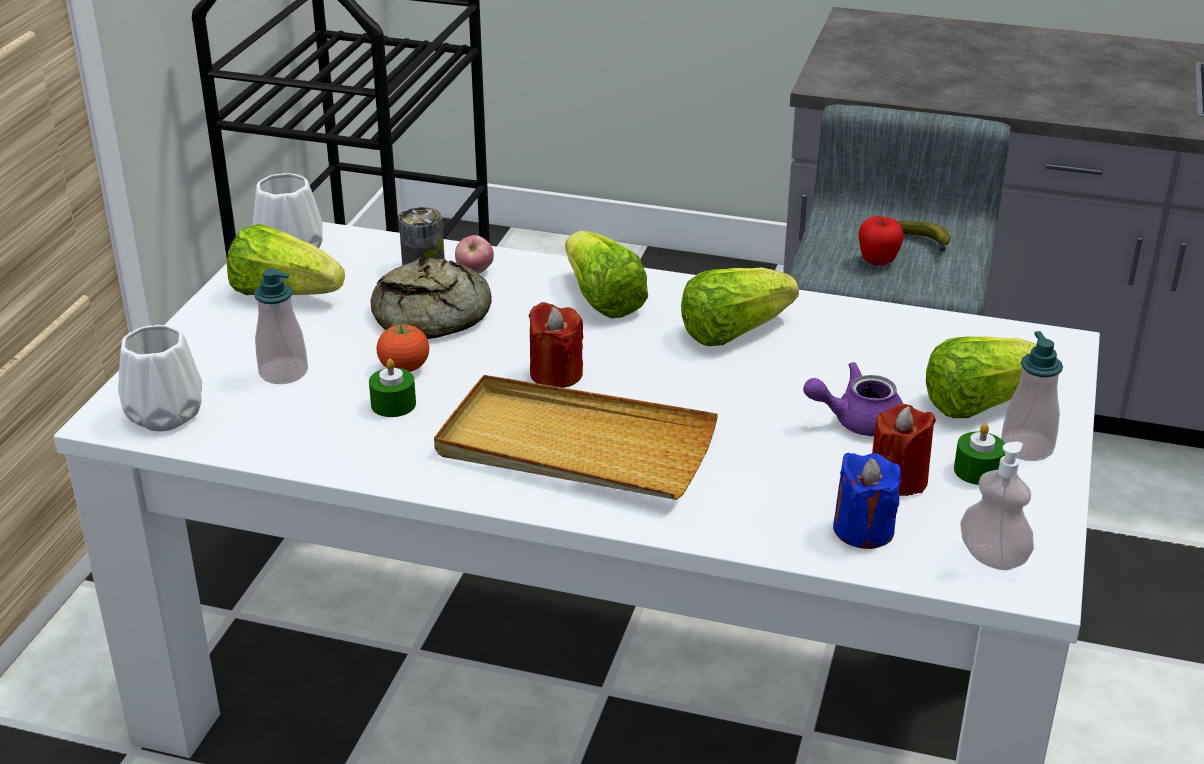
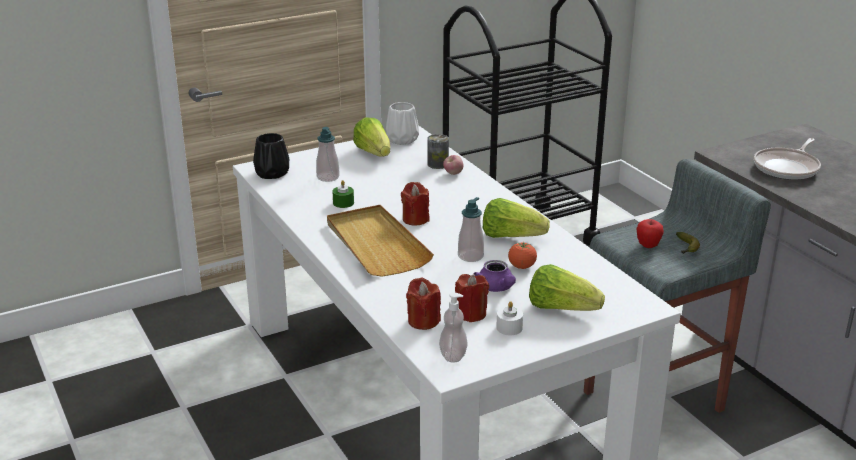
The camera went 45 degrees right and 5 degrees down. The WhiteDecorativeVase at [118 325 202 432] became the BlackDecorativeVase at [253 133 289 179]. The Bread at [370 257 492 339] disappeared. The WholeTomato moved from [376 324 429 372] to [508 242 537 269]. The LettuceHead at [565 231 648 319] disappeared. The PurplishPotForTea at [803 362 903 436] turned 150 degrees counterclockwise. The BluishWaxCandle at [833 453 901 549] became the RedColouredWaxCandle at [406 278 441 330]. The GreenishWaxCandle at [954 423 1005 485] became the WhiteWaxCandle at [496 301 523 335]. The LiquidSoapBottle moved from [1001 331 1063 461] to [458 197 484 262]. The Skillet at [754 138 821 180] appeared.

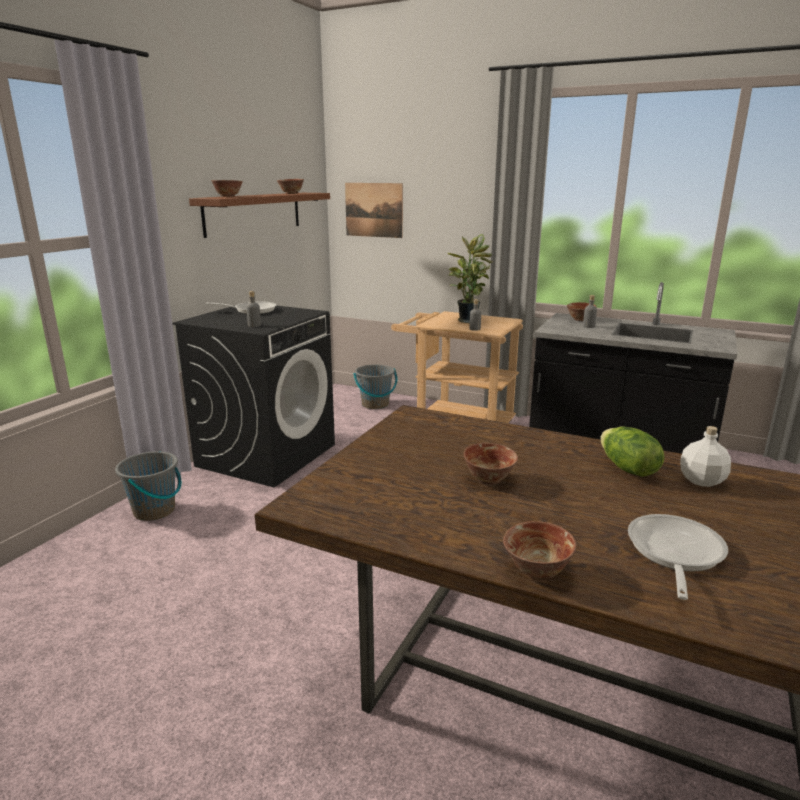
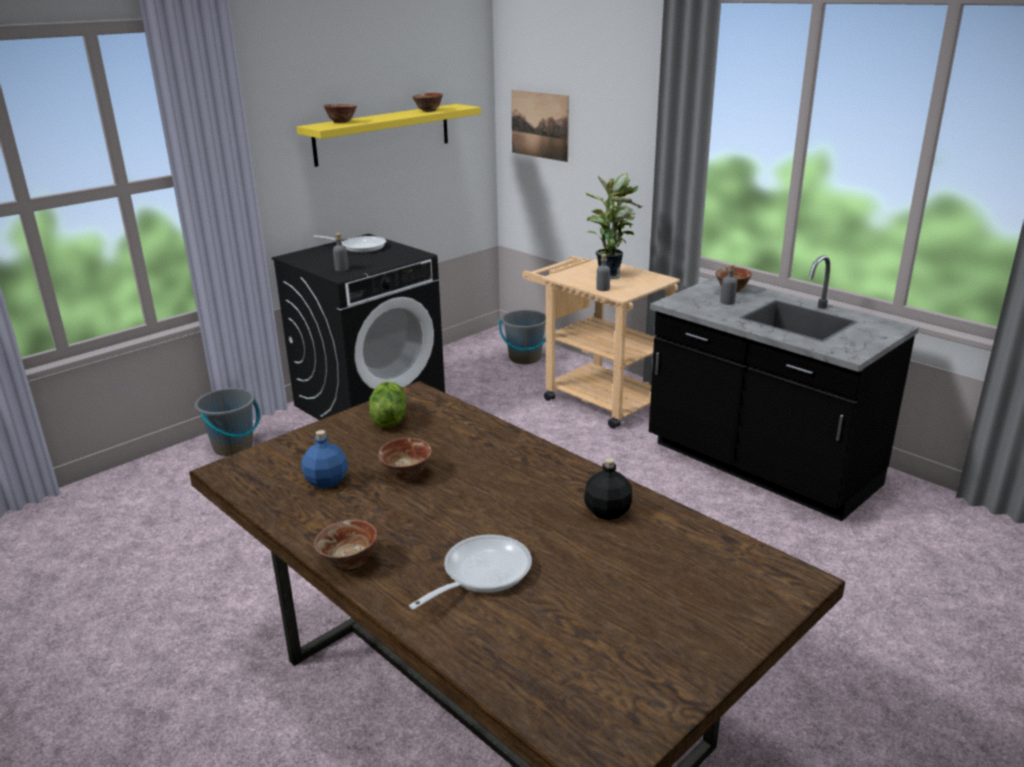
The camera went 20 degrees right and 5 degrees up. The BrownColouredShelf at [189 193 330 238] became the YellowColouredShelf at [297 104 481 167]. The LettuceHead moved from [601 426 665 477] to [369 382 407 427]. The WhiteDrinkBottle at [680 426 731 487] became the BlackDrinkBottle at [584 457 632 520]. The BluishDrinkBottle at [301 430 348 488] appeared.

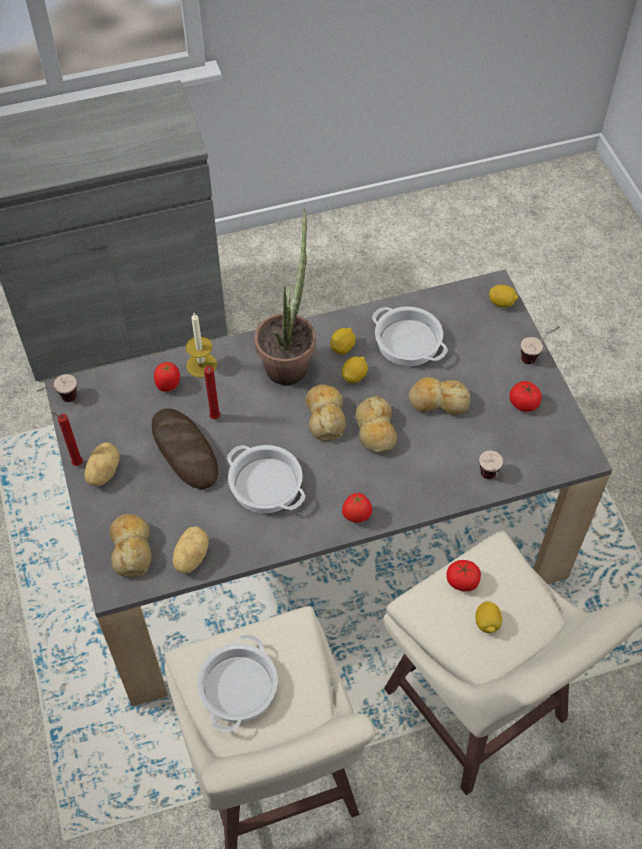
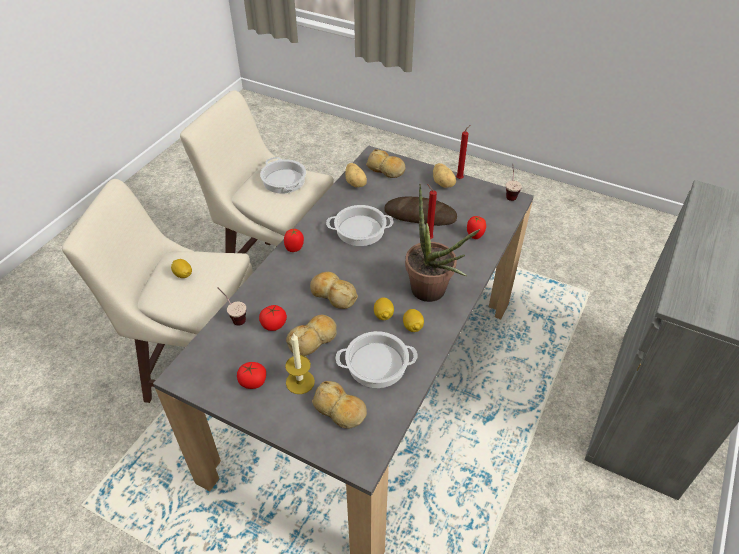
The camera went 135 degrees right and 10 degrees down. The WaxCandle moved from [186 313 217 378] to [285 334 315 394]. The Bread moved from [306 384 346 441] to [312 381 367 429]. The WholeTomato moved from [446 560 481 591] to [259 305 287 331]. The Lemon at [489 285 519 308] disappeared. The SmallCup at [521 326 560 364] disappeared.

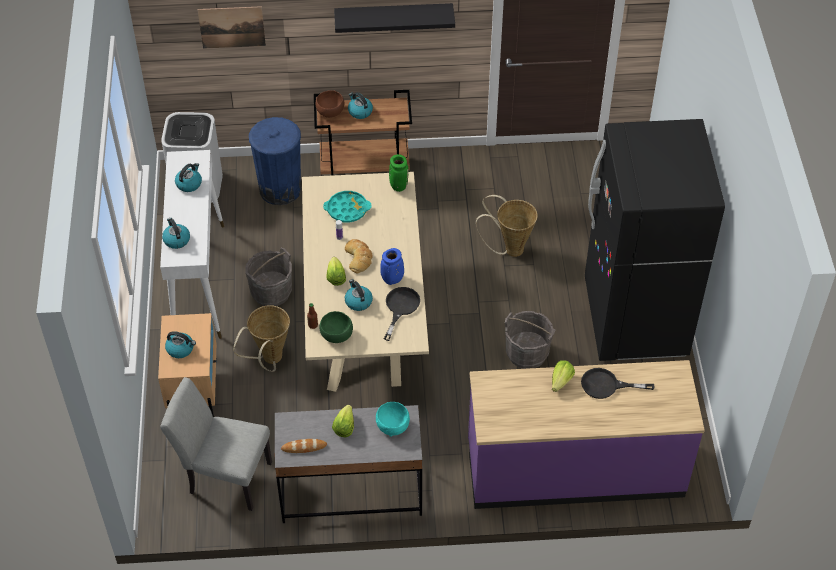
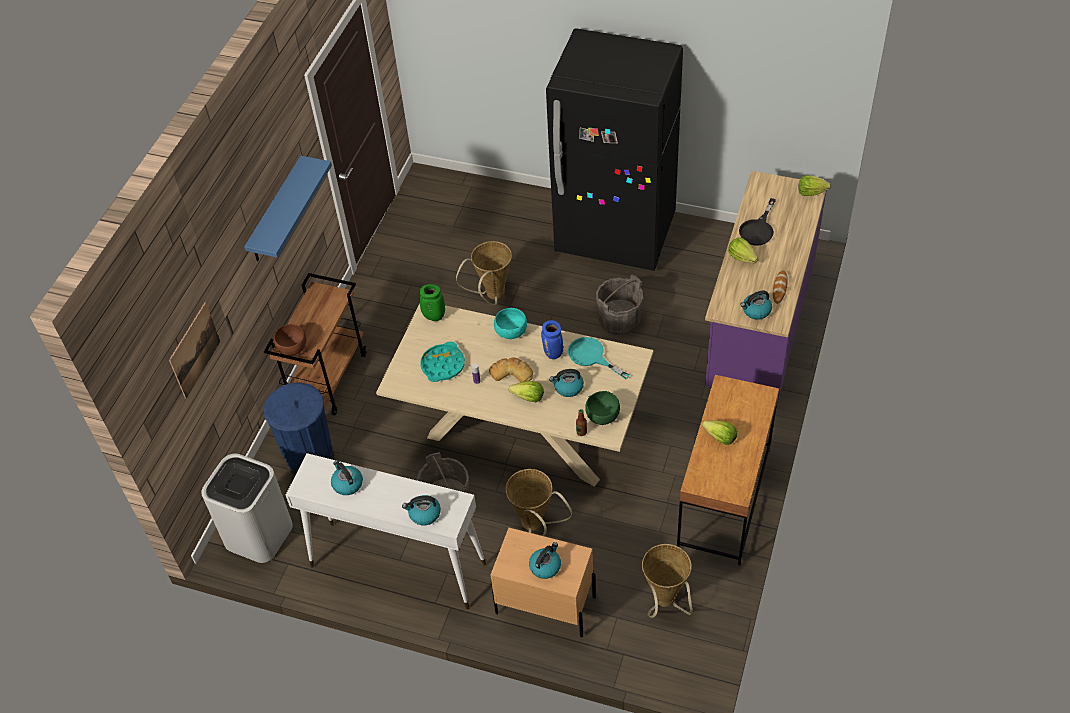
The camera went 65 degrees left and 0 degrees up. The GreyUprightChair at [160 377 272 511] was replaced by the Basket at [642 544 693 618]. The GreyDeskUnit at [275 405 422 523] became the BrownColouredDeskUnit at [677 375 779 566]. The Bread moved from [281 439 327 453] to [773 270 788 304]. The BlackShelf at [334 3 455 33] became the BluishShelf at [244 156 332 261]. The TeaKettle moved from [348 92 373 119] to [740 290 772 320]. The BlueGreenDeepDish moved from [376 402 410 437] to [494 308 527 339]. The BlackSkillet at [384 287 420 341] became the BlueGreenSkillet at [568 337 630 379]. The LettuceHead at [798 175 831 196] appeared.

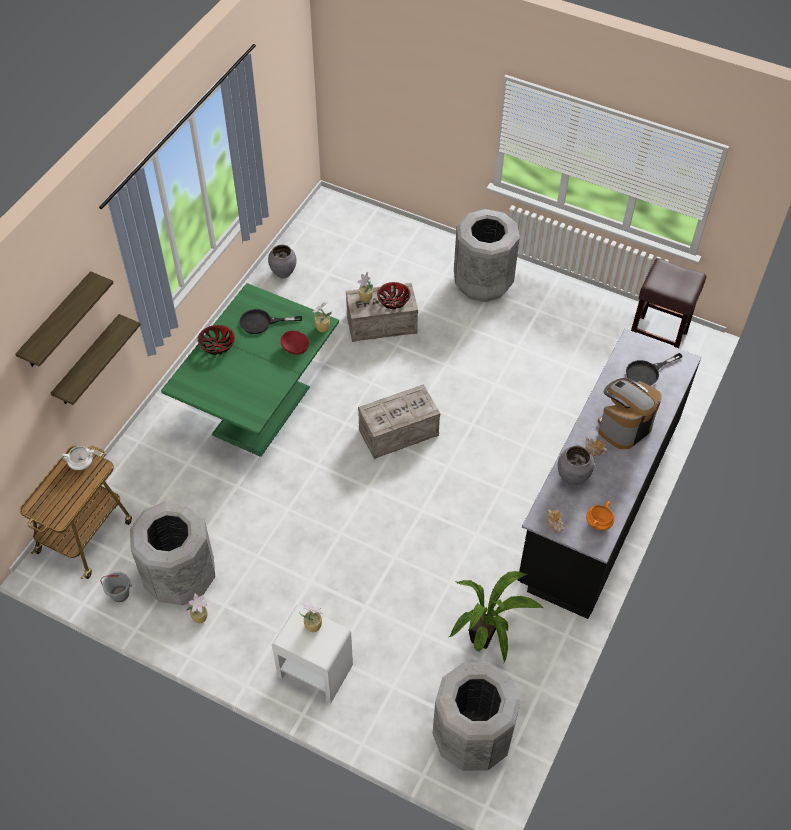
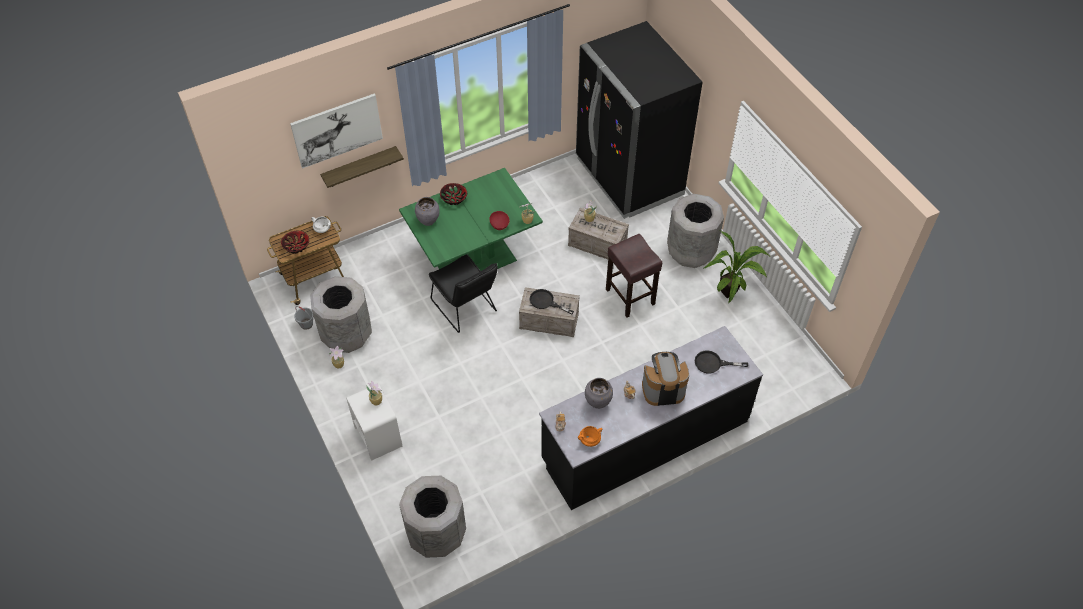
The camera went 35 degrees right and 0 degrees up. The Shelf at [15 271 113 367] was replaced by the WallArt at [290 94 383 169]. The BlackSkillet moved from [240 309 302 334] to [530 289 574 315]. The GreyDecorativeVase moved from [268 244 297 278] to [415 197 440 226]. The DeepDish moved from [377 282 410 309] to [281 231 309 254]. The PottedPlant moved from [449 571 544 662] to [704 231 770 303]. The BrownColouredStoolSeat moved from [631 258 707 348] to [606 234 662 317]. The BlackUprightChair at [429 254 498 333] appeared. The BlackKitchenFridge at [576 21 702 219] appeared.

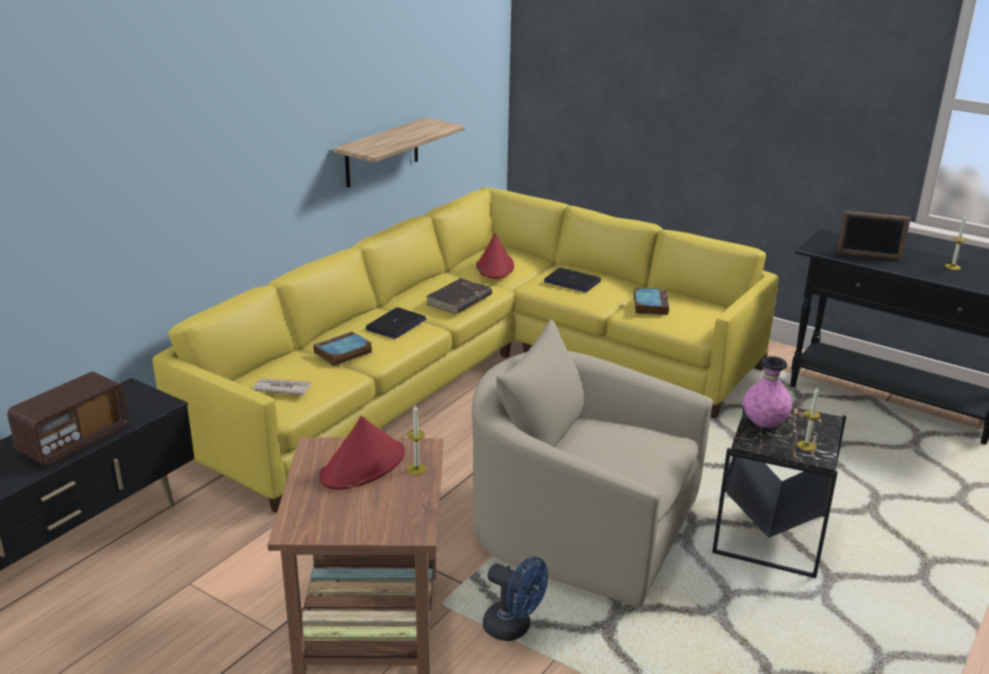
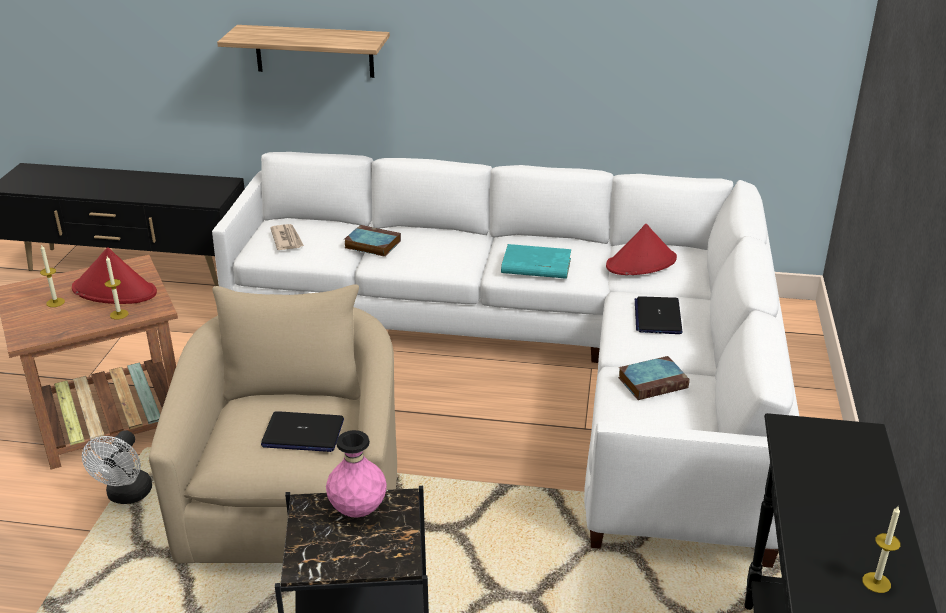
The camera went 65 degrees right and 5 degrees up. The RadioSet at [7 371 129 466] disappeared. The YellowColouredCouch at [153 187 779 513] became the WhiteCouch at [212 152 799 568]. The Shelf moved from [333 118 465 188] to [217 25 390 78]. The Laptop moved from [365 307 427 339] to [261 411 344 452]. The BrownColouredBook at [426 278 492 314] became the BlueGreenBook at [501 244 571 279]. The BluishElectricFan at [483 557 548 641] became the WhiteElectricFan at [82 430 152 504]. The WaxCandle moved from [797 387 820 451] to [40 244 65 307]. The StandingFrame at [837 211 911 260] disappeared.

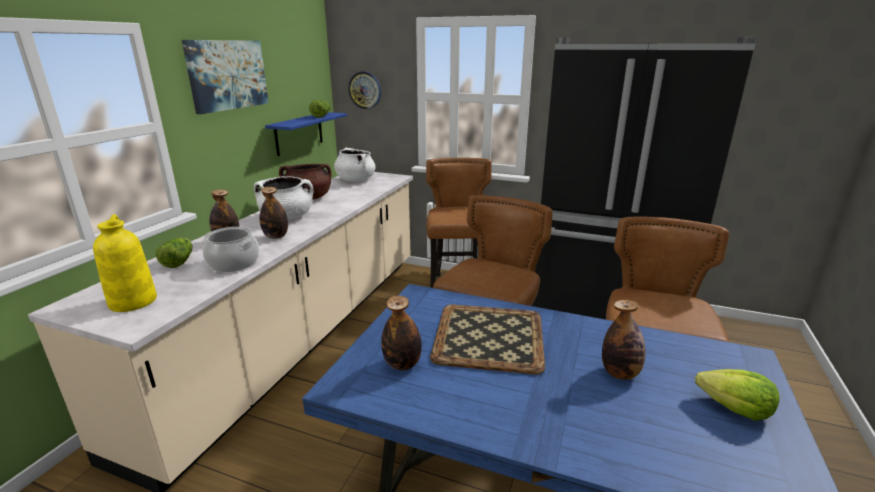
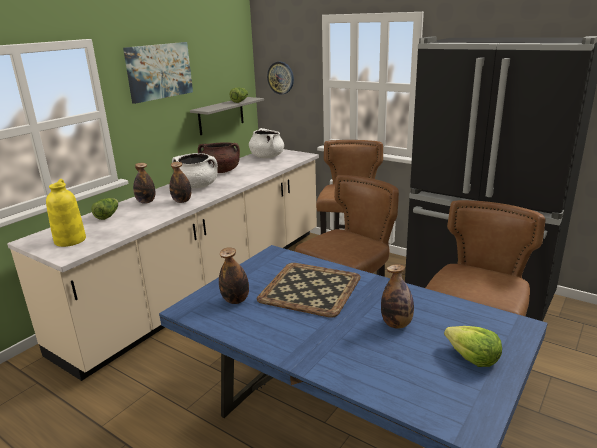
The camera went 15 degrees right and 0 degrees up. The Saucepot at [203 227 259 272] disappeared. The BluishShelf at [265 112 347 156] became the GreyShelf at [190 97 264 135].

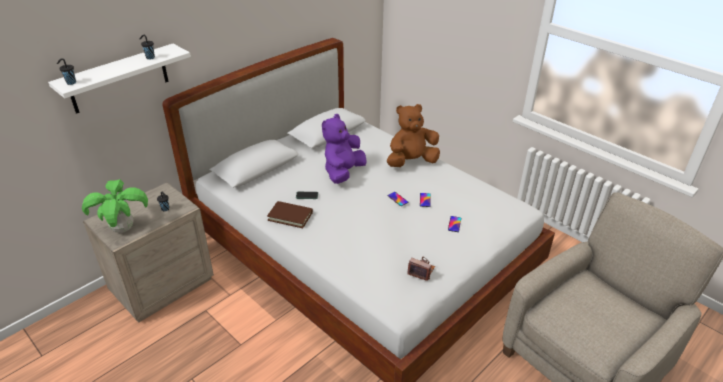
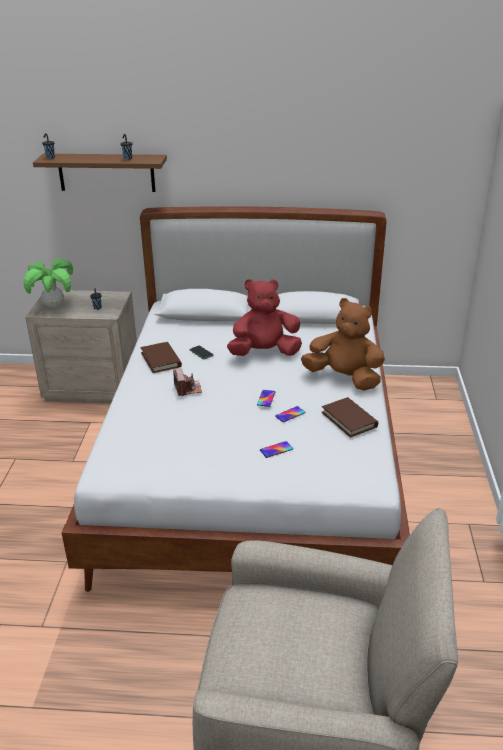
The camera went 50 degrees right and 5 degrees down. The WhiteShelf at [48 44 191 114] became the BrownColouredShelf at [33 154 167 192]. The PurplishPlushToy at [322 114 367 184] became the RedColouredPlushToy at [227 279 302 356]. The PhotoCamera moved from [407 256 435 281] to [173 368 202 396]. The BrownColouredBook at [321 397 378 438] appeared.

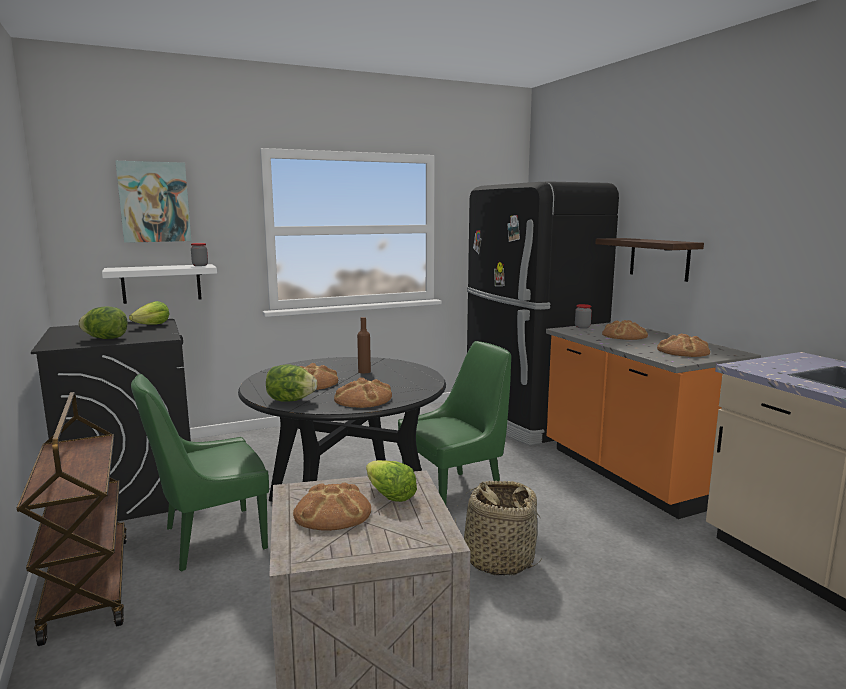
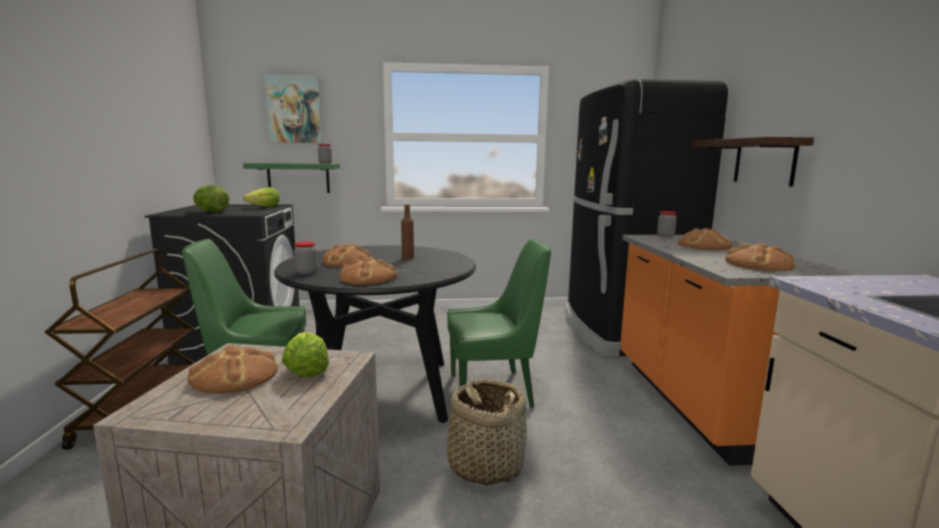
The camera went 20 degrees right and 0 degrees up. The WhiteShelf at [102 264 217 304] became the GreenishShelf at [243 163 340 193]. The LettuceHead at [266 364 317 402] was replaced by the StorageJar at [294 241 317 274].

